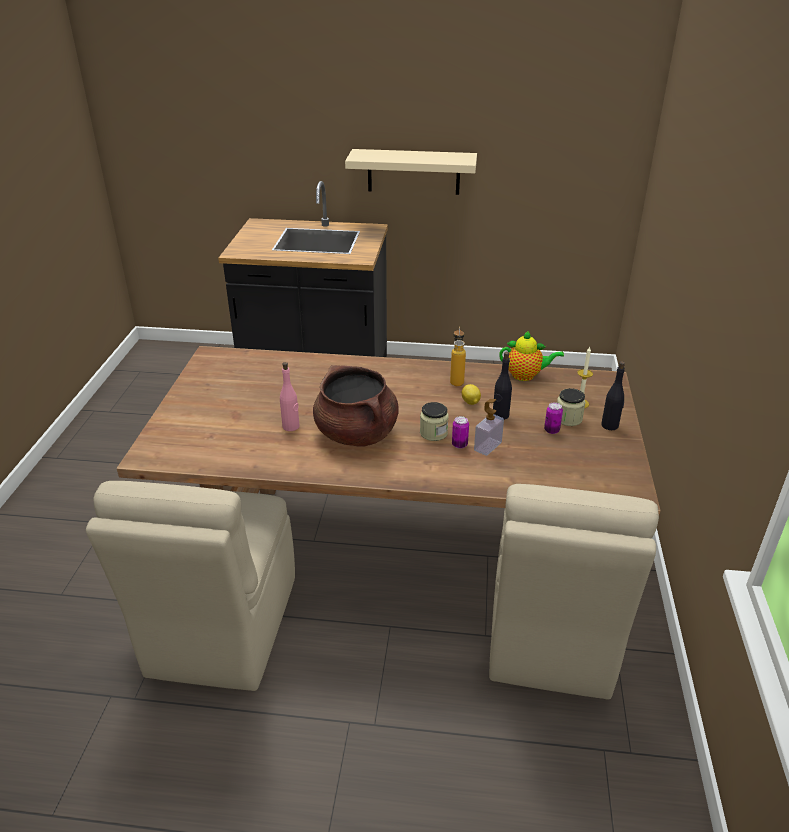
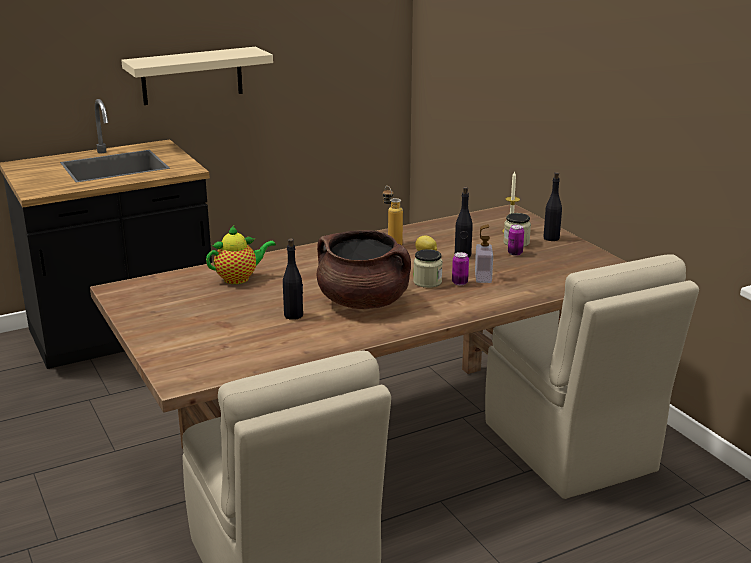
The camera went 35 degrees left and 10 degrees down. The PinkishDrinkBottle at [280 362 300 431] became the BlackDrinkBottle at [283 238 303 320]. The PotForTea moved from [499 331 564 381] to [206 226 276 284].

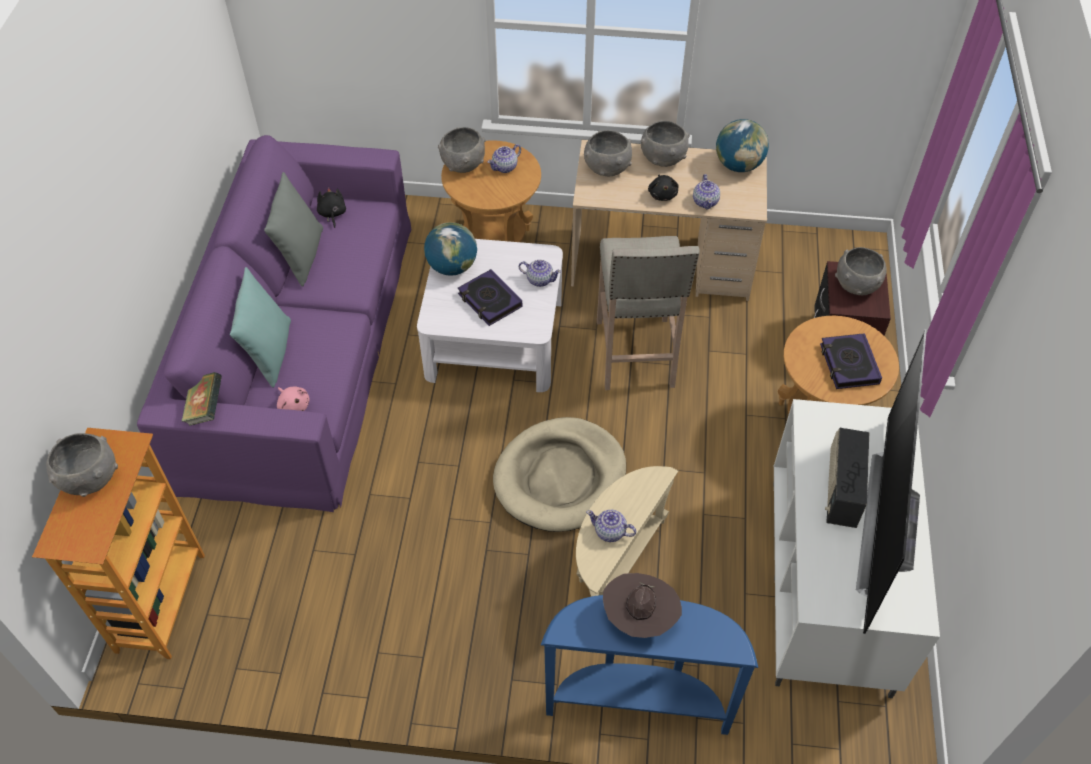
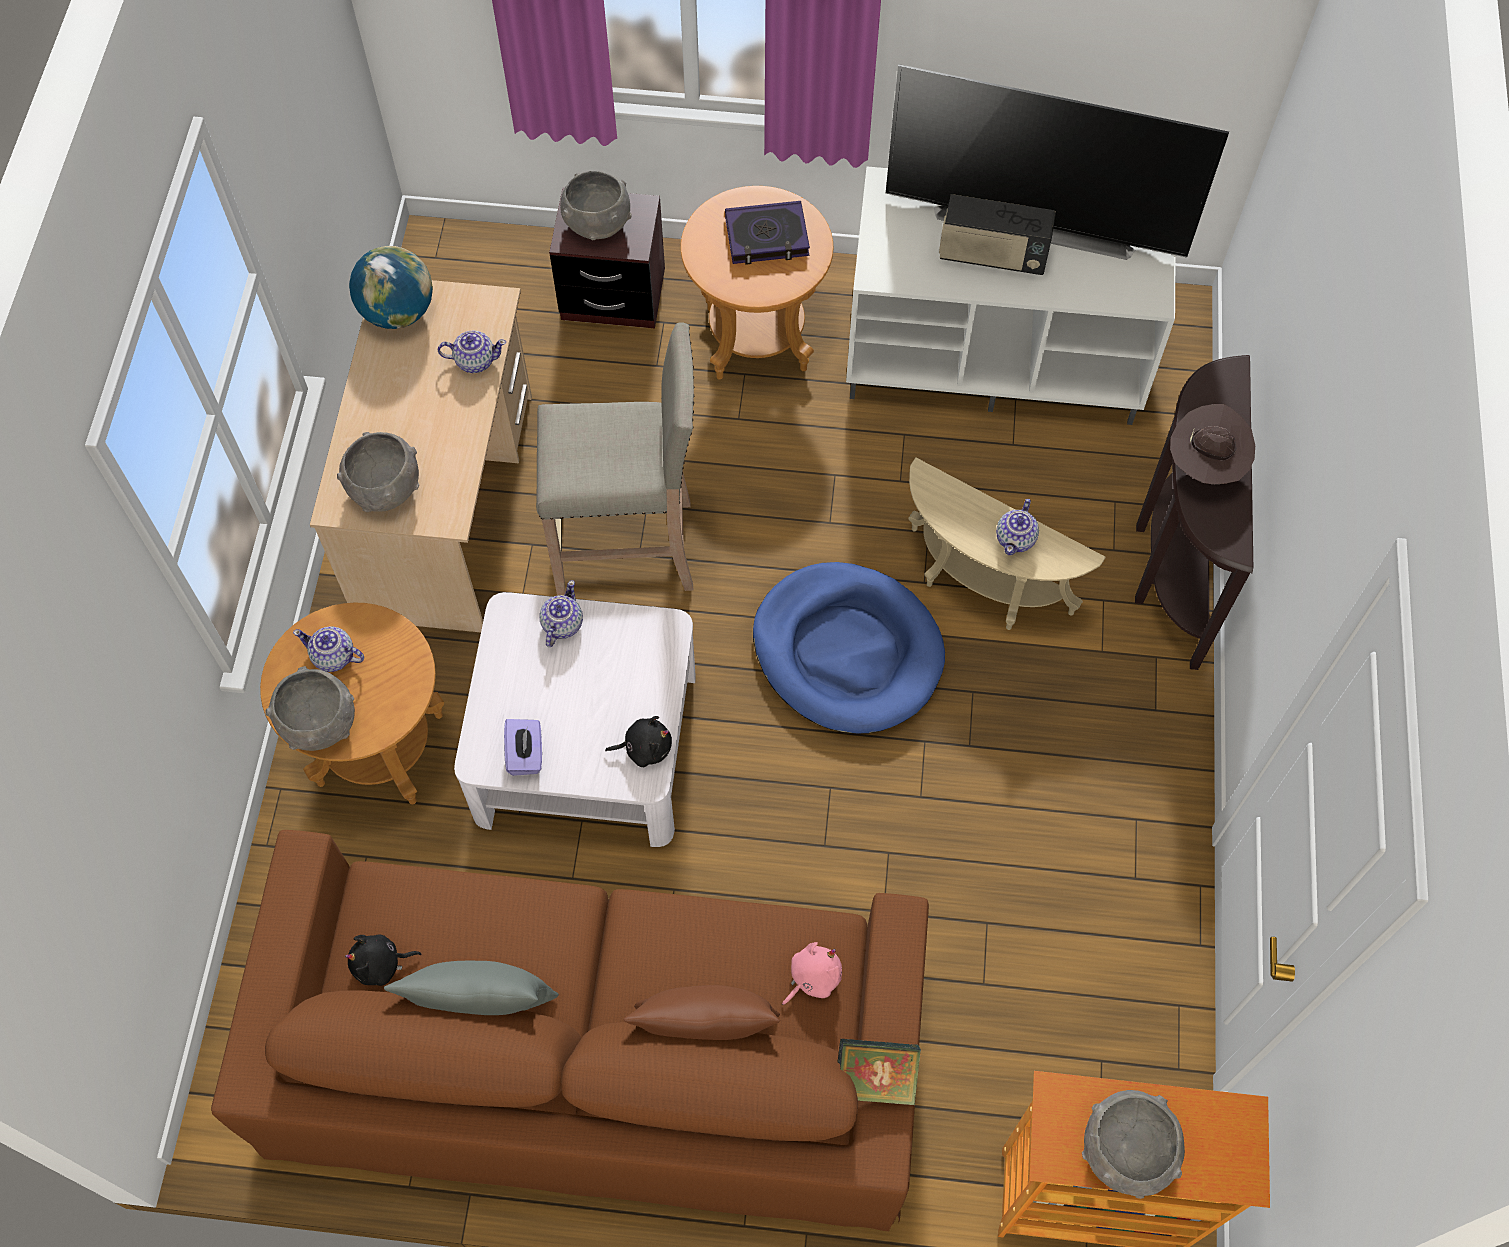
The camera went 90 degrees left and 10 degrees up. The PurplishCouch at [137 135 411 512] became the BrownColouredCouch at [211 830 929 1231]. The BlueGreenThrowPillow at [230 267 291 387] became the BrownColouredThrowPillow at [624 985 780 1040]. The DeskGlobe at [424 222 477 276] was replaced by the PurplishTissueHolder at [504 719 542 776]. The Book at [458 269 522 326] disappeared. The PotForTea at [488 144 521 173] turned 150 degrees clockwise. The BeigeColouredDogBed at [493 417 626 532] became the BluishDogBed at [753 562 945 734]. The BluishHallTable at [541 595 758 735] became the BrownColouredHallTable at [1135 355 1253 670]. The GreyDeepDish at [640 120 690 167] disappeared. The BlackPlushToy moved from [648 175 679 201] to [605 716 672 767].

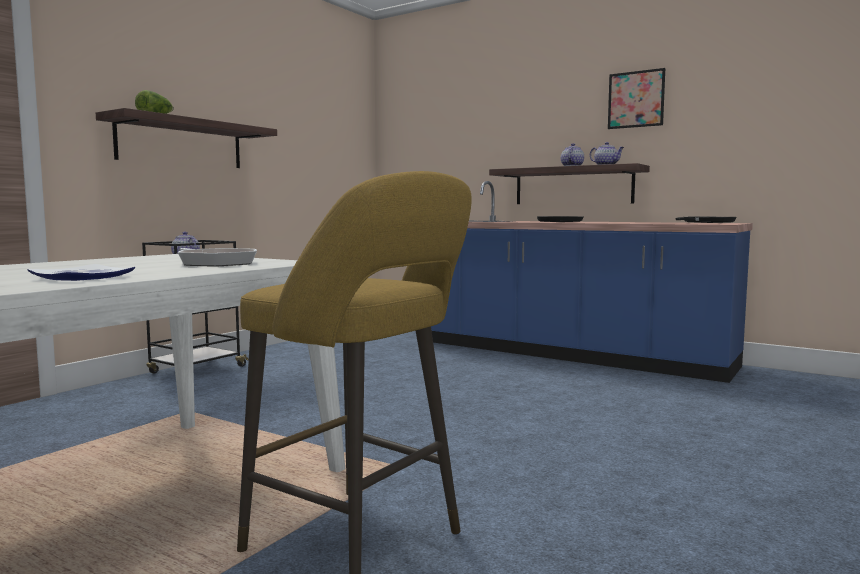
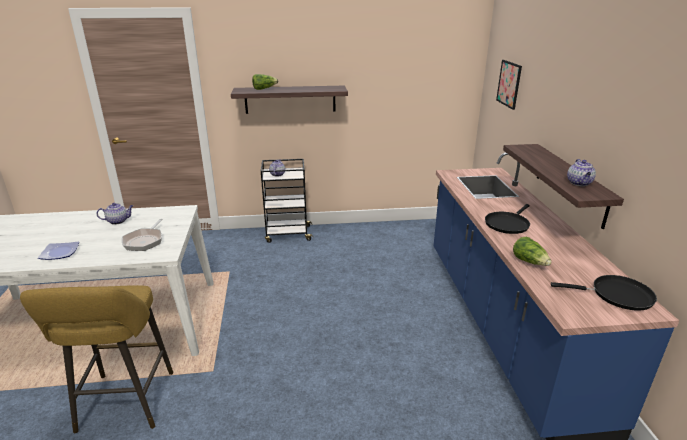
The camera went 50 degrees right and 20 degrees up. The PotForTea moved from [561 143 584 166] to [96 203 134 225]. The WallArt moved from [608 68 665 129] to [496 60 522 110]. The LettuceHead at [513 237 551 266] appeared.

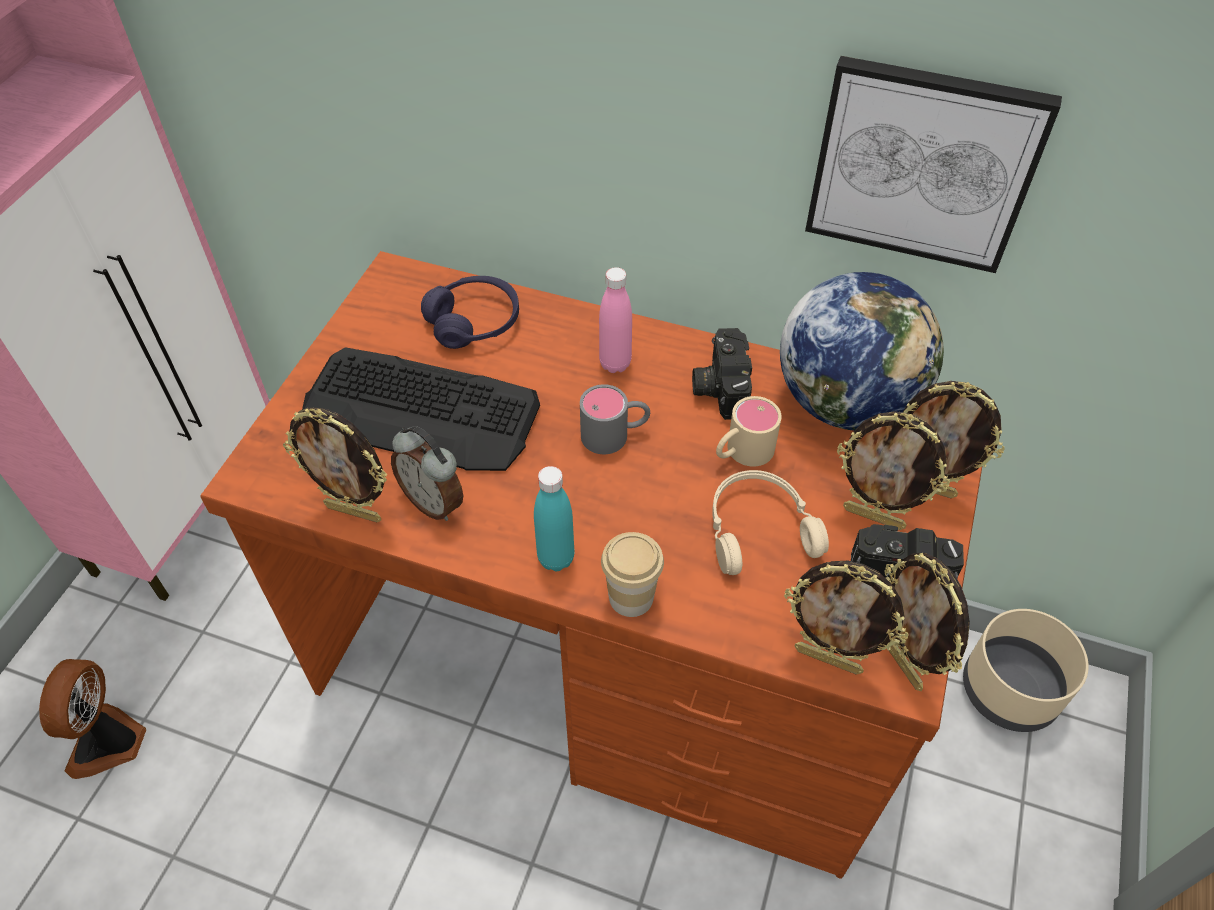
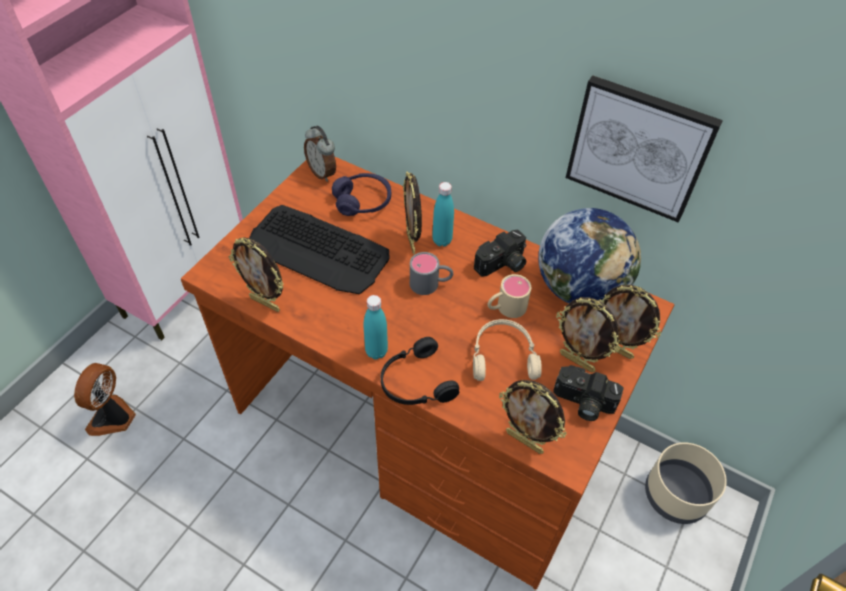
The camera went 10 degrees right and 0 degrees up. The TableClock moved from [391 426 463 521] to [304 126 336 182]. The PinkishDrinkBottle at [599 267 632 373] became the BlueGreenDrinkBottle at [432 182 454 247]. The SmallCup at [601 532 664 617] was replaced by the BlackHeadset at [381 337 459 405]. The PhotoCamera at [692 328 752 420] turned 135 degrees counterclockwise. The StandingFrame moved from [884 553 970 691] to [403 171 422 254].

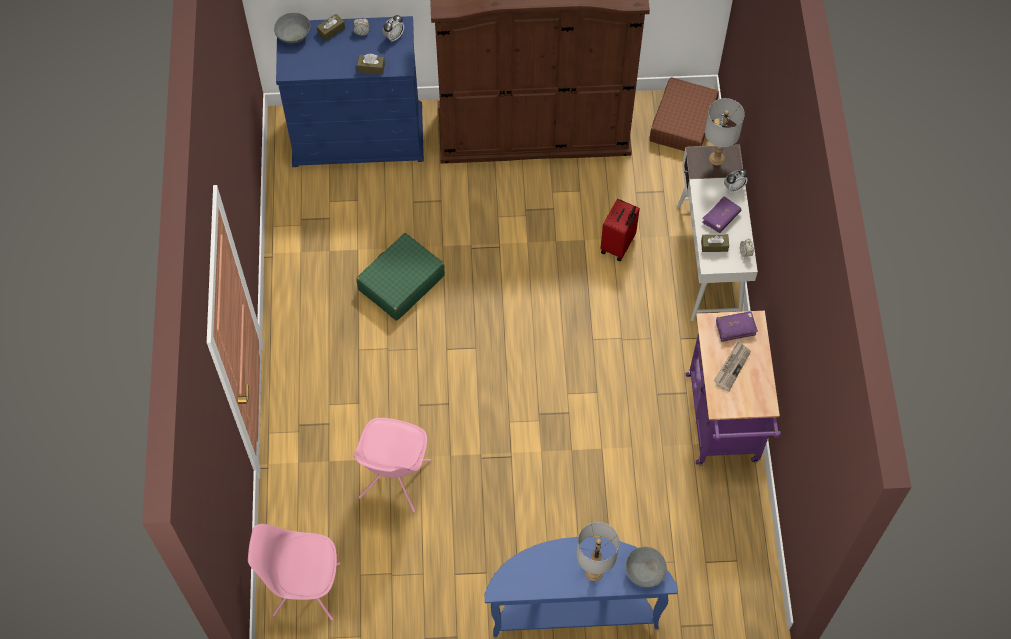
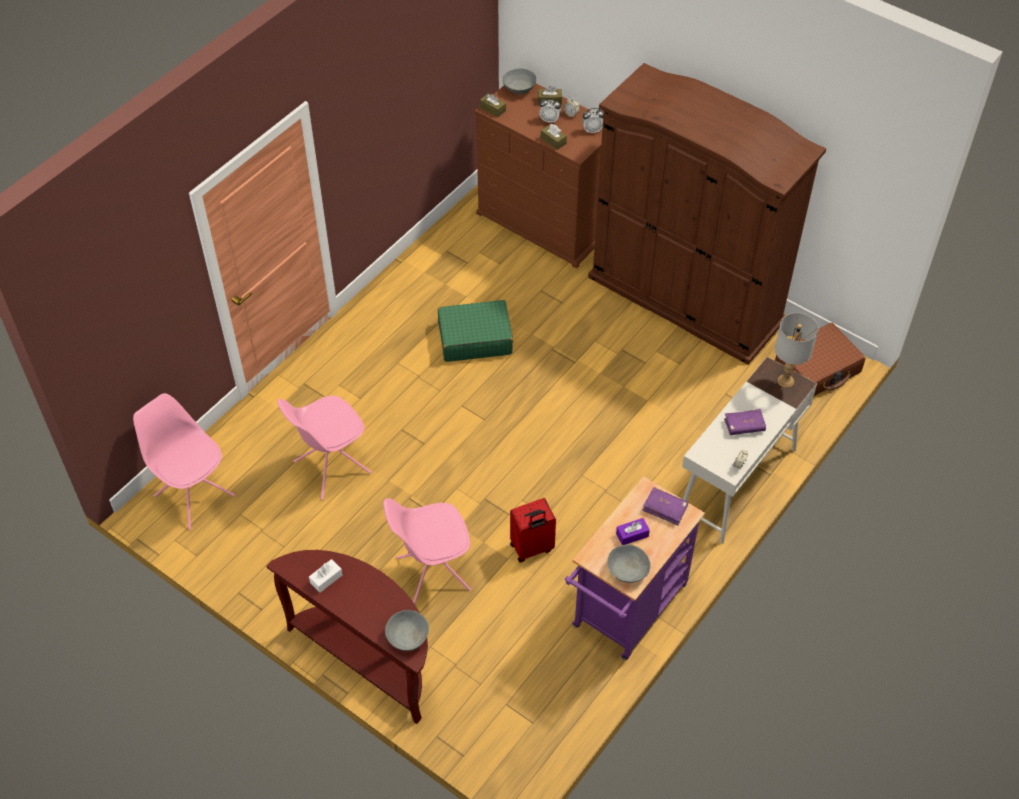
The camera went 40 degrees right and 10 degrees down. The BluishDresser at [276 16 424 167] became the BrownColouredDresser at [475 84 602 269]. The BluishHallTable at [484 537 678 637] became the BrownColouredHallTable at [267 550 428 724]. The GreyTabletopLamp at [576 522 620 581] disappeared. The RedColouredPieceOfLuggage moved from [600 199 640 261] to [510 498 556 563]. The BrownColouredTissueHolder moved from [701 234 729 252] to [480 94 506 117]. The Newspaper at [714 342 751 391] was replaced by the PurplishTissueHolder at [616 518 650 545]. The TableClock moved from [724 169 748 193] to [539 97 561 123]. The WhiteTissueHolder at [309 559 342 593] appeared. The PinkishUprightChair at [383 498 471 604] appeared. The GreyDeepDish at [607 544 651 583] appeared.

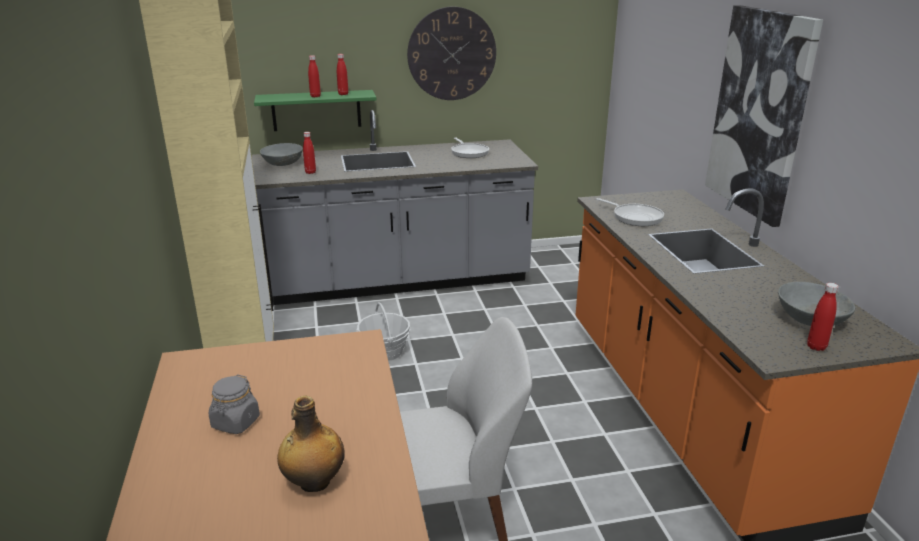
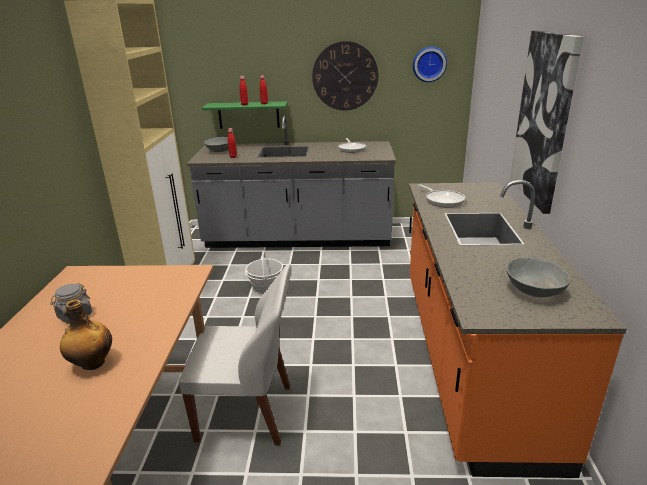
The camera went 15 degrees right and 0 degrees up. The RedColouredDrinkBottle at [807 283 839 351] disappeared. The ClockOnTheWall at [413 46 447 82] appeared.

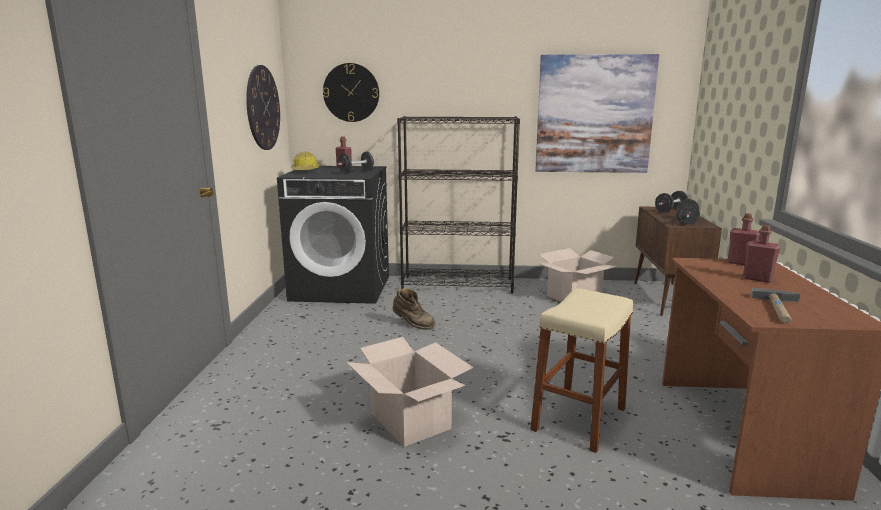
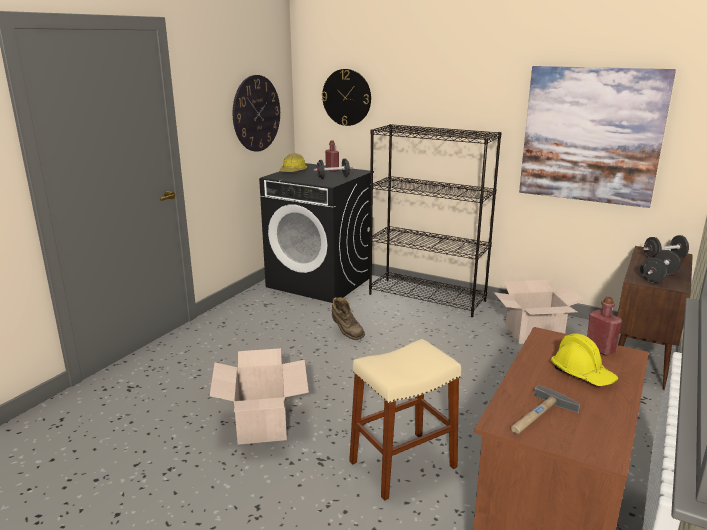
The camera went 25 degrees right and 5 degrees up. The RedColouredDrinkBottle at [743 225 780 283] was replaced by the YellowColouredHardHat at [551 333 618 386].

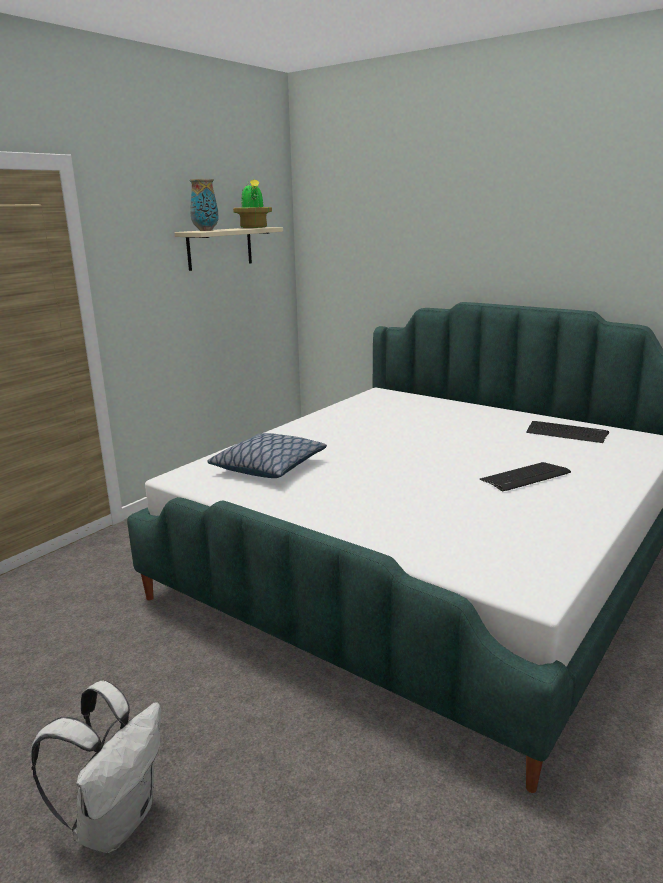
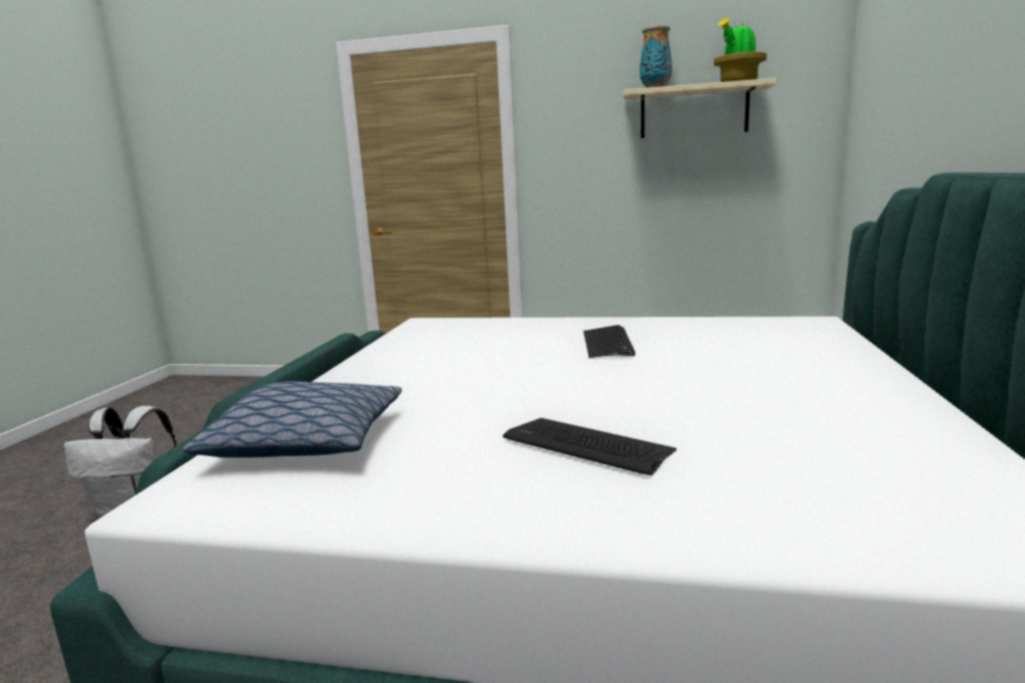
The camera went 65 degrees right and 5 degrees down. The ThrowPillow moved from [207 433 327 478] to [183 381 402 458]. The ComputerKeyboard moved from [526 421 609 443] to [583 325 635 358].

